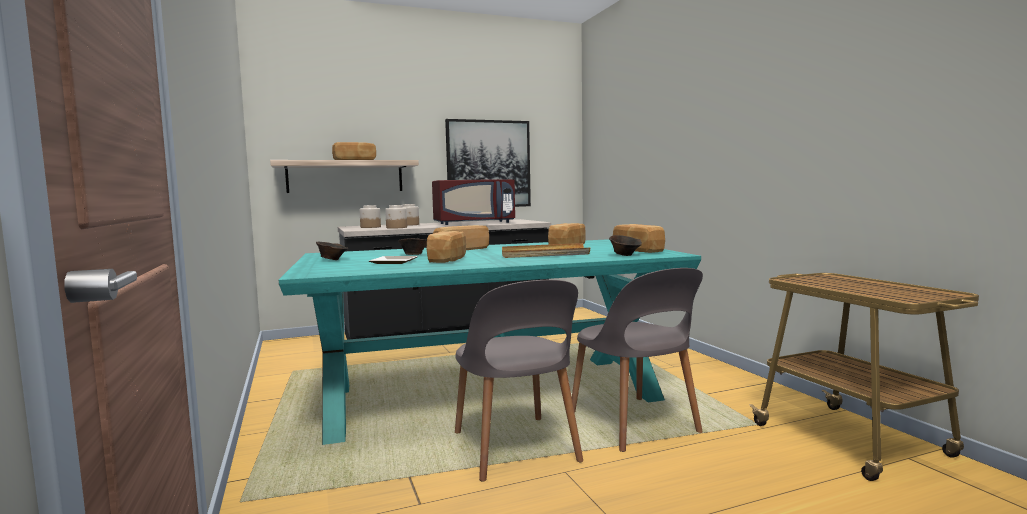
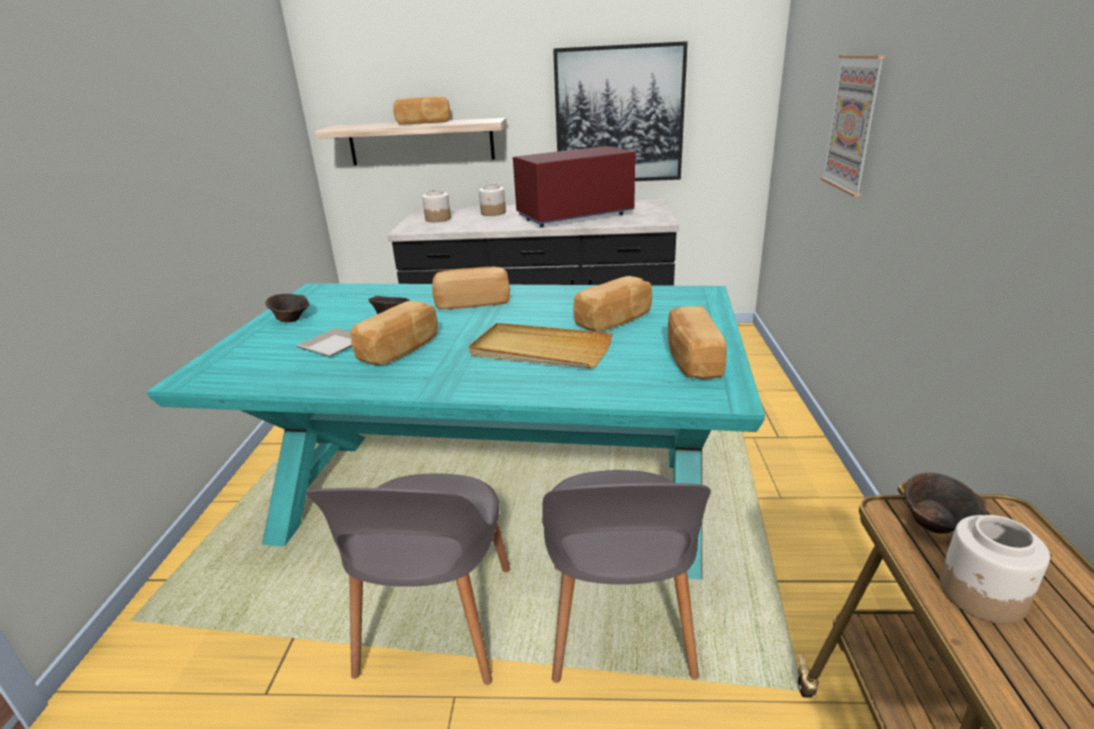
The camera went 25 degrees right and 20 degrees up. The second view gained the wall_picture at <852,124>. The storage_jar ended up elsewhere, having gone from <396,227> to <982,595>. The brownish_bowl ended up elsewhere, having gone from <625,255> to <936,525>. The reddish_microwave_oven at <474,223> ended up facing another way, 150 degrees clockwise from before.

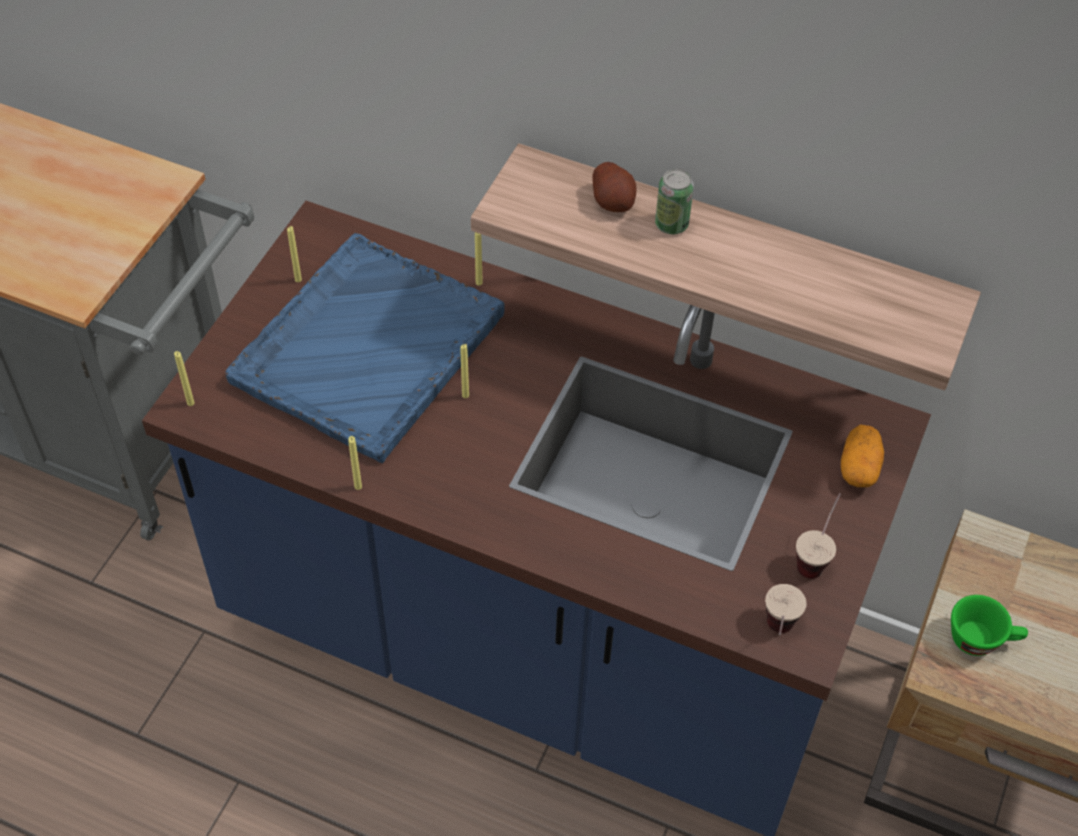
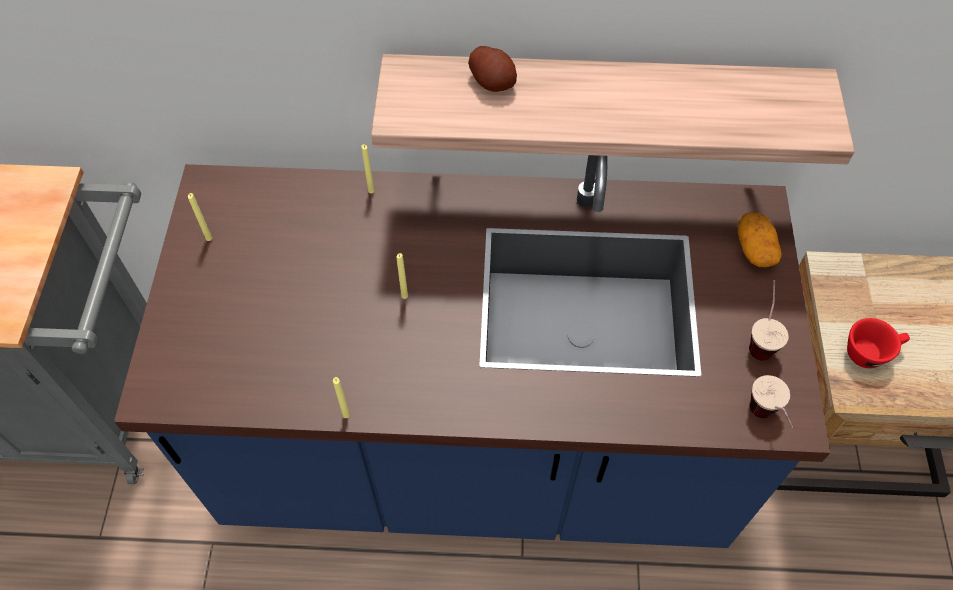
The camera went 20 degrees left and 5 degrees up. The second view lost the yellow-coloured_wax_light at <190,403>. The second view lost the blue_tray at <366,349>. The second view lost the sealed_can at <671,224>. What was the greenish_cup at <981,639> turned into the reddish_cup at <870,352>.

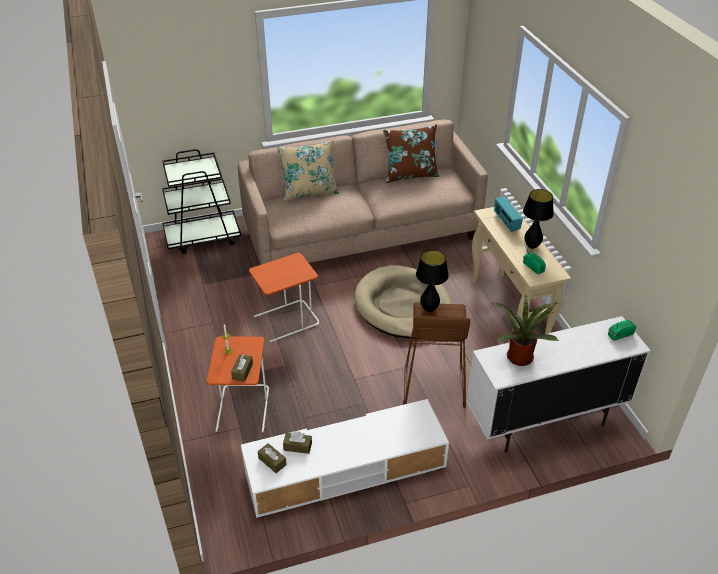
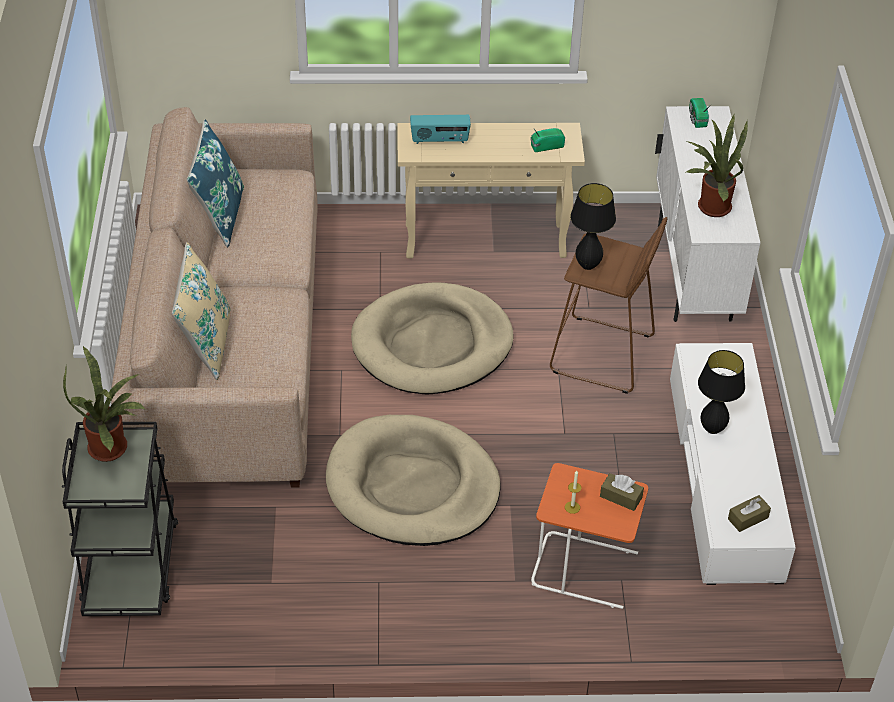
The camera went 75 degrees left and 5 degrees up. The second view lost the brownish_tissue_holder at <297,446>. The second view gained the plant_in_a_pot at <112,447>. The black-coloured_tabletop_lamp ended up elsewhere, having gone from <532,246> to <712,429>. Where the orangey_side_table stood at <286,321>, the sand-coloured_pet_bed came to stand at <412,486>. What was the brownish_cushion at <410,175> turned into the blue_cushion at <219,215>.

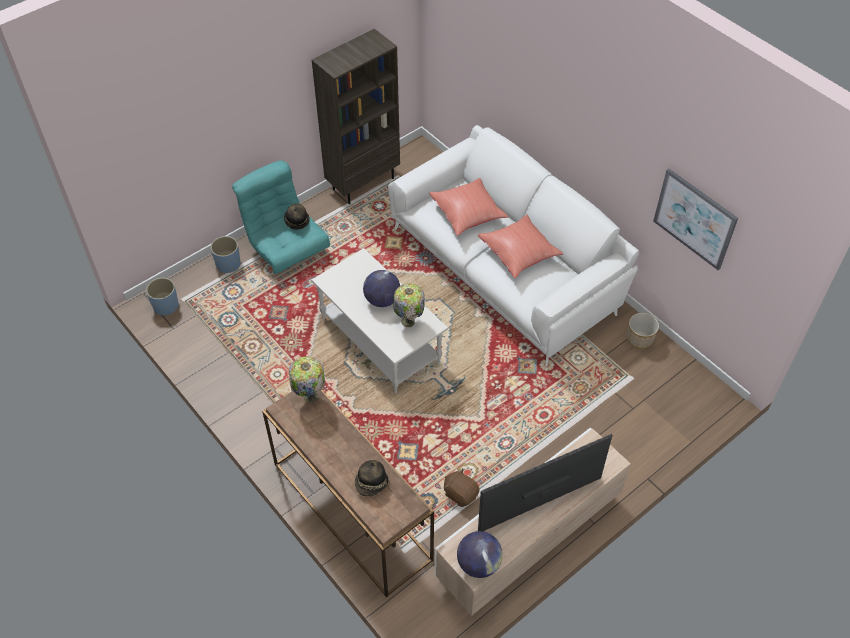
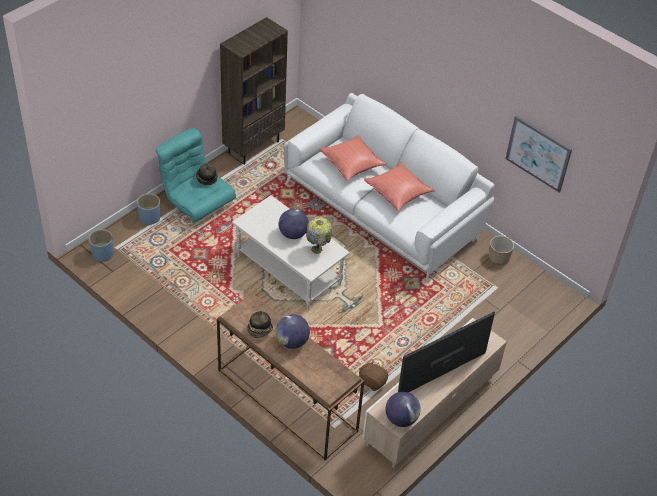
The camera went 10 degrees left and 5 degrees down. The second view lost the tabletop_lamp at <309,397>. The second view gained the world_globe at <292,342>. The hat ended up elsewhere, having gone from <372,484> to <260,330>.

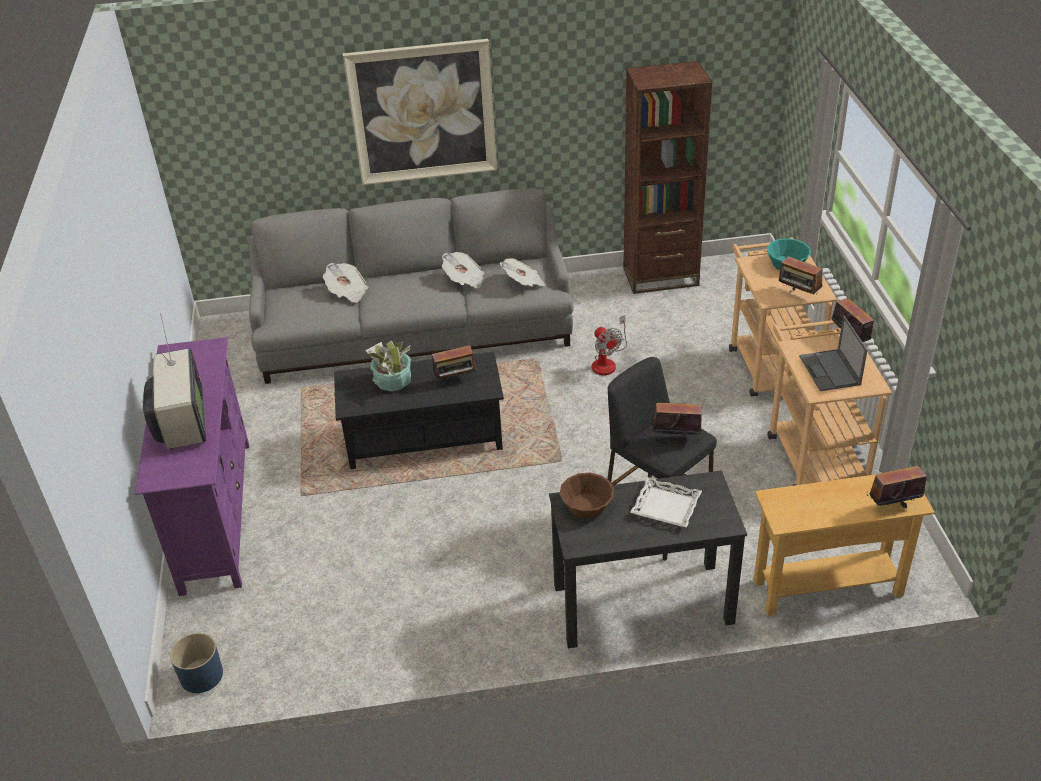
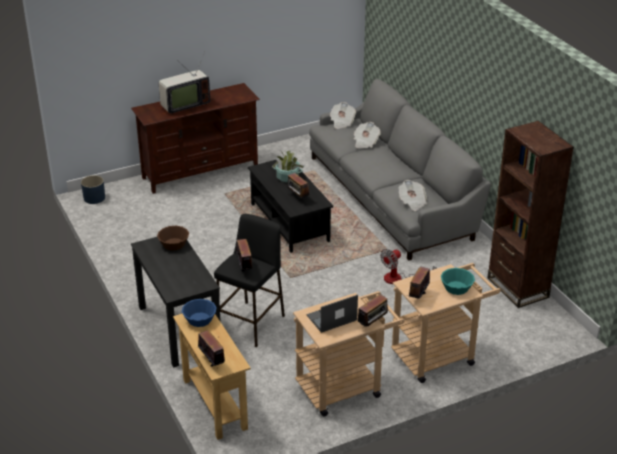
The camera went 70 degrees right and 5 degrees down. The second view lost the wall_picture at <422,112>. The second view lost the white-coloured_tray at <665,507>. The second view gained the blue_bowl at <200,319>. The daily_paper ended up elsewhere, having gone from <464,280> to <342,122>. What was the purple_tv_unit at <215,515> turned into the brownish_tv_unit at <200,172>.

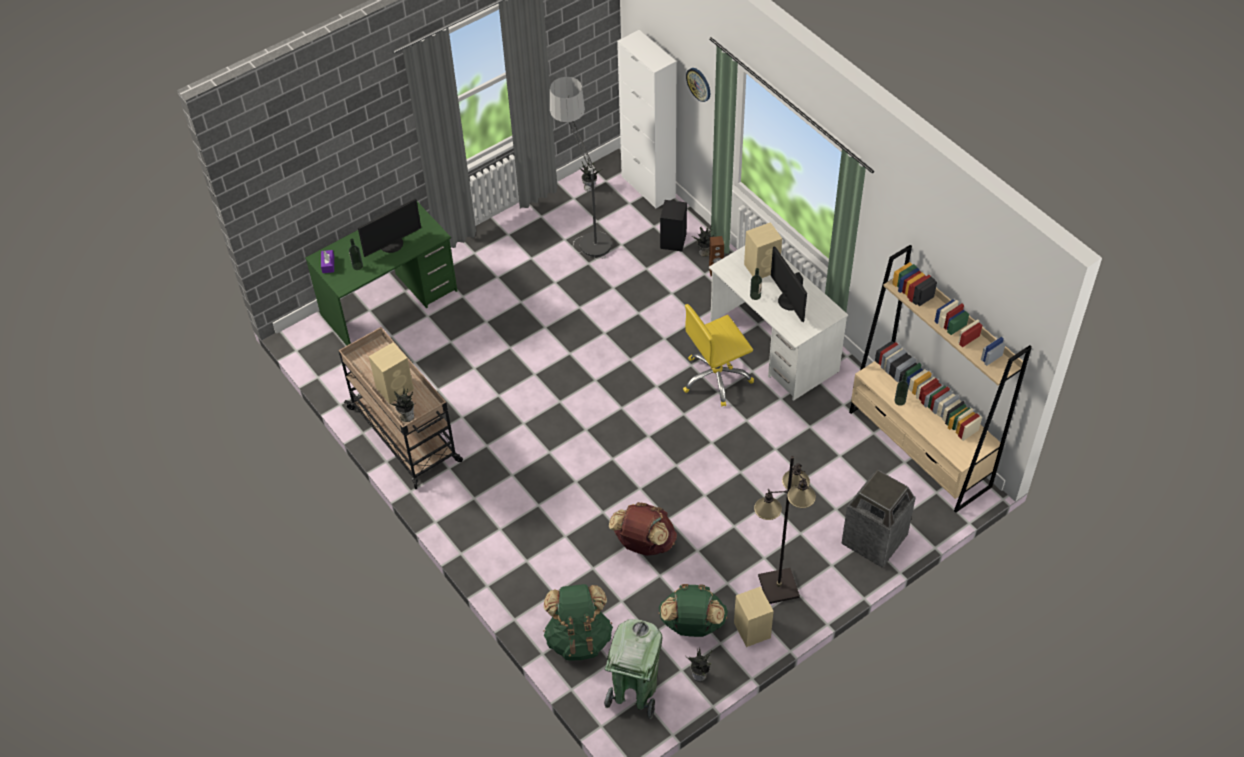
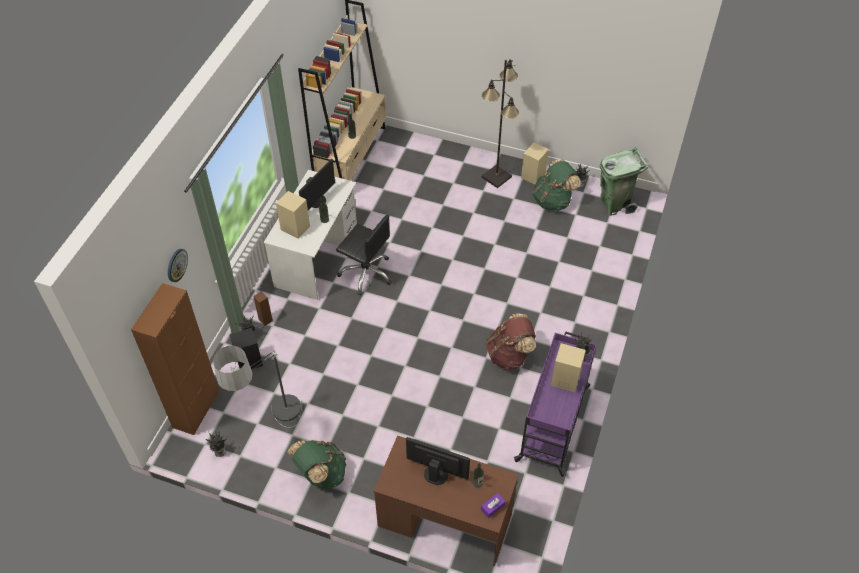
The camera went 125 degrees left and 0 degrees up. The second view lost the waste_bin at <874,540>. The greenish_rucksack ended up elsewhere, having gone from <579,638> to <321,474>. The brownish_rucksack ended up elsewhere, having gone from <643,544> to <509,355>. What was the greenish_desk at <389,303> turned into the brownish_desk at <444,520>. What was the sand-coloured_wheeled_cart at <405,435> turned into the purple_wheeled_cart at <553,422>. What was the white-coloured_cabinet at <648,187> turned into the brownish_cabinet at <196,409>. What was the yellow-coloured_desk_chair at <716,378> turned into the black-coloured_desk_chair at <366,273>.

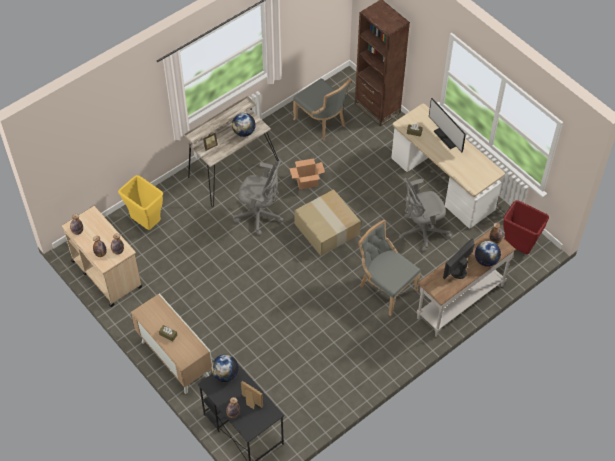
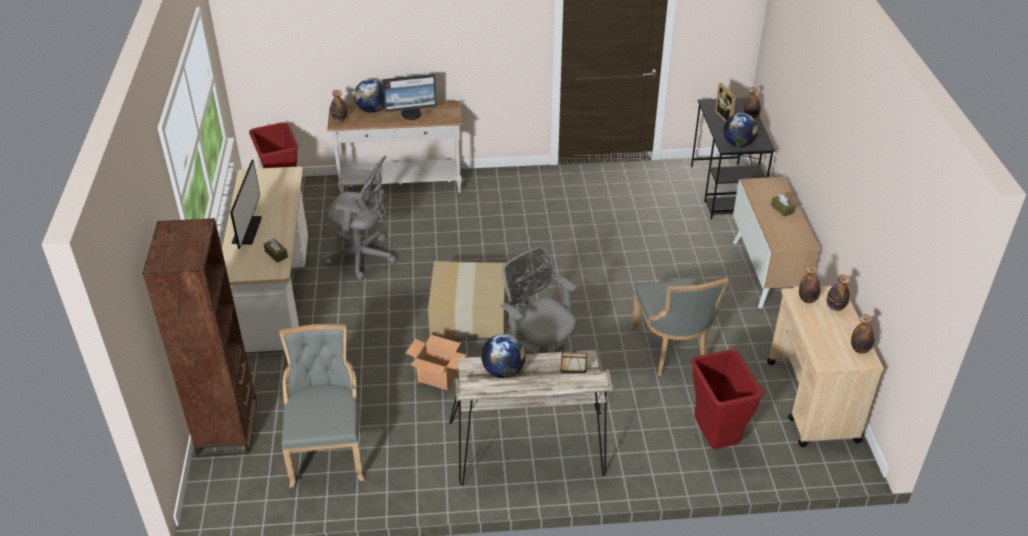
The camera went 145 degrees left and 15 degrees down. The greyish_chair ended up elsewhere, having gone from <385,288> to <672,350>. What was the yellow-coloured_waste_bin at <145,223> turned into the reddish_waste_bin at <716,440>.

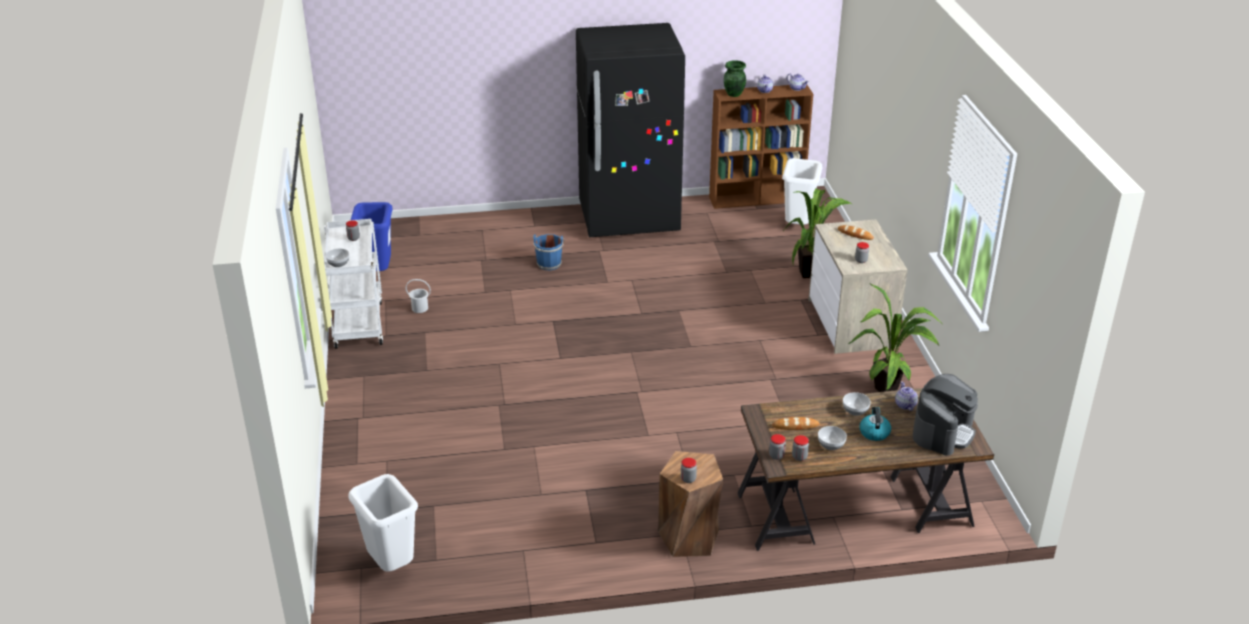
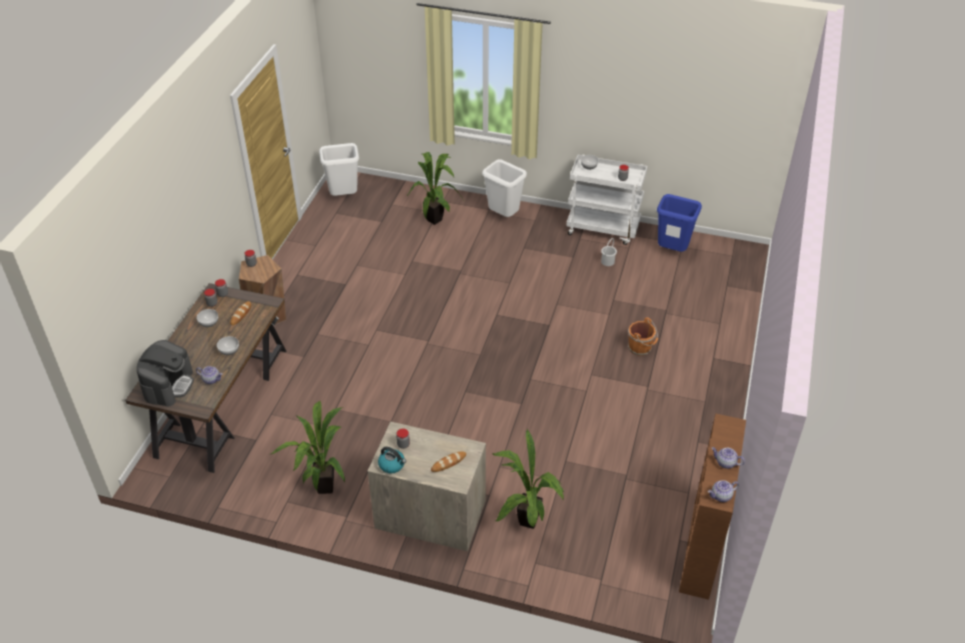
The camera went 115 degrees right and 10 degrees up. The second view lost the black-coloured_fridge at <629,219>. The second view lost the greenish_vase at <734,94>. The second view gained the plant_in_a_pot at <436,219>. The white-coloured_waste_bin ended up elsewhere, having gone from <797,226> to <504,217>. The kettle ended up elsewhere, having gone from <874,432> to <392,465>. What was the blue_bucket at <549,263> turned into the orangey_bucket at <640,348>. The coffee_maker at <943,431> ended up facing another way, 135 degrees counterclockwise from before.

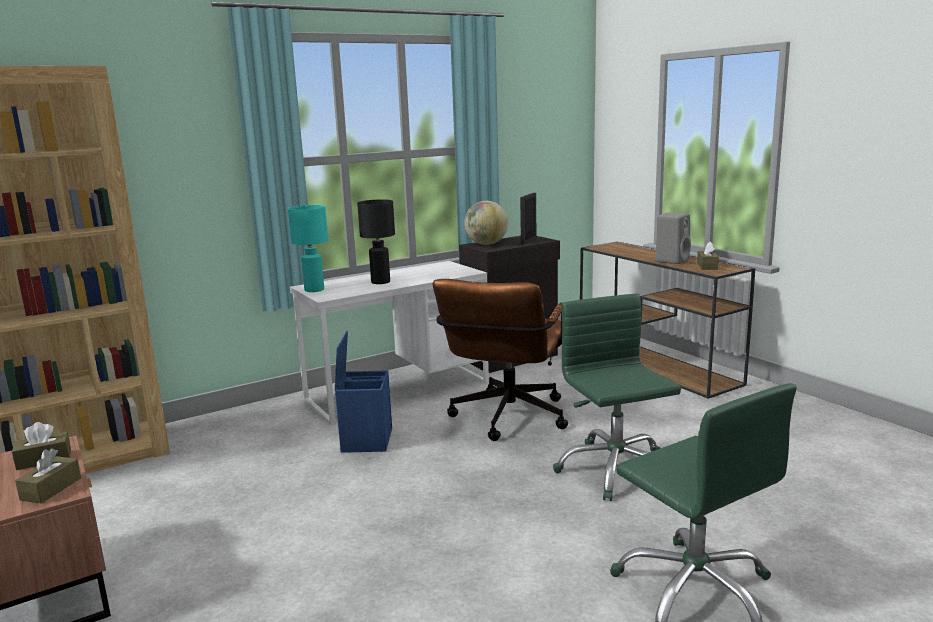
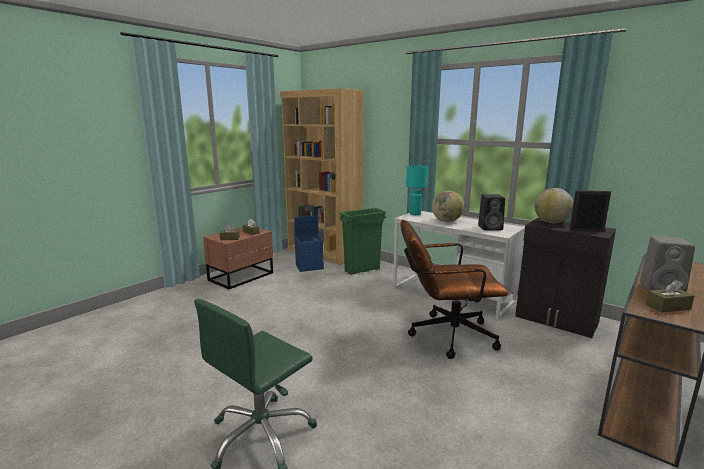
The camera went 70 degrees right and 0 degrees up. The second view lost the greenish_desk_chair at <615,470>. The second view gained the greenish_waste_bin at <362,270>. The second view gained the black-coloured_loudspeaker at <491,228>. The blue_storage_bin ended up elsewhere, having gone from <366,439> to <310,266>. Where the black-coloured_tabletop_lamp stood at <380,282>, the world_globe came to stand at <446,221>.

